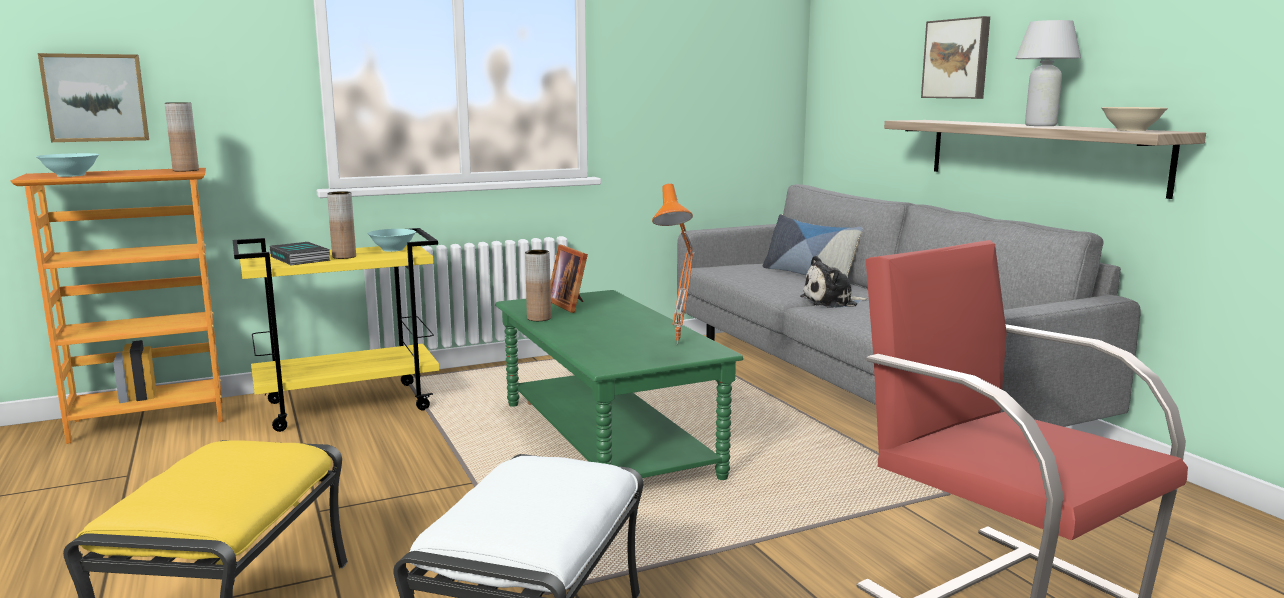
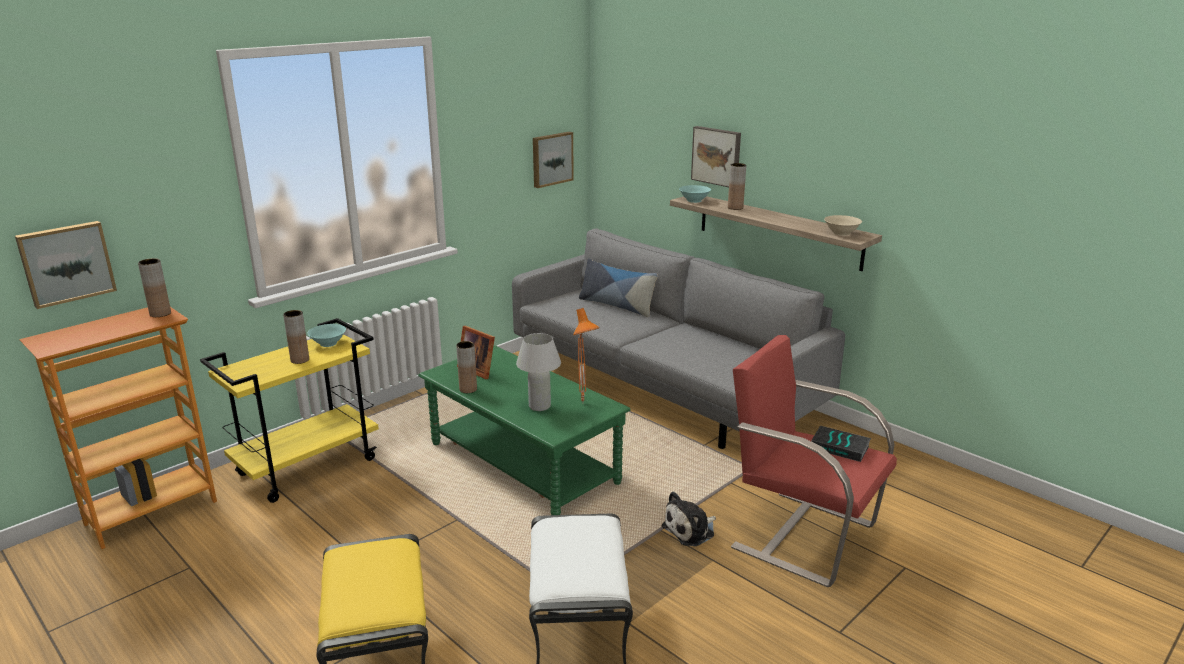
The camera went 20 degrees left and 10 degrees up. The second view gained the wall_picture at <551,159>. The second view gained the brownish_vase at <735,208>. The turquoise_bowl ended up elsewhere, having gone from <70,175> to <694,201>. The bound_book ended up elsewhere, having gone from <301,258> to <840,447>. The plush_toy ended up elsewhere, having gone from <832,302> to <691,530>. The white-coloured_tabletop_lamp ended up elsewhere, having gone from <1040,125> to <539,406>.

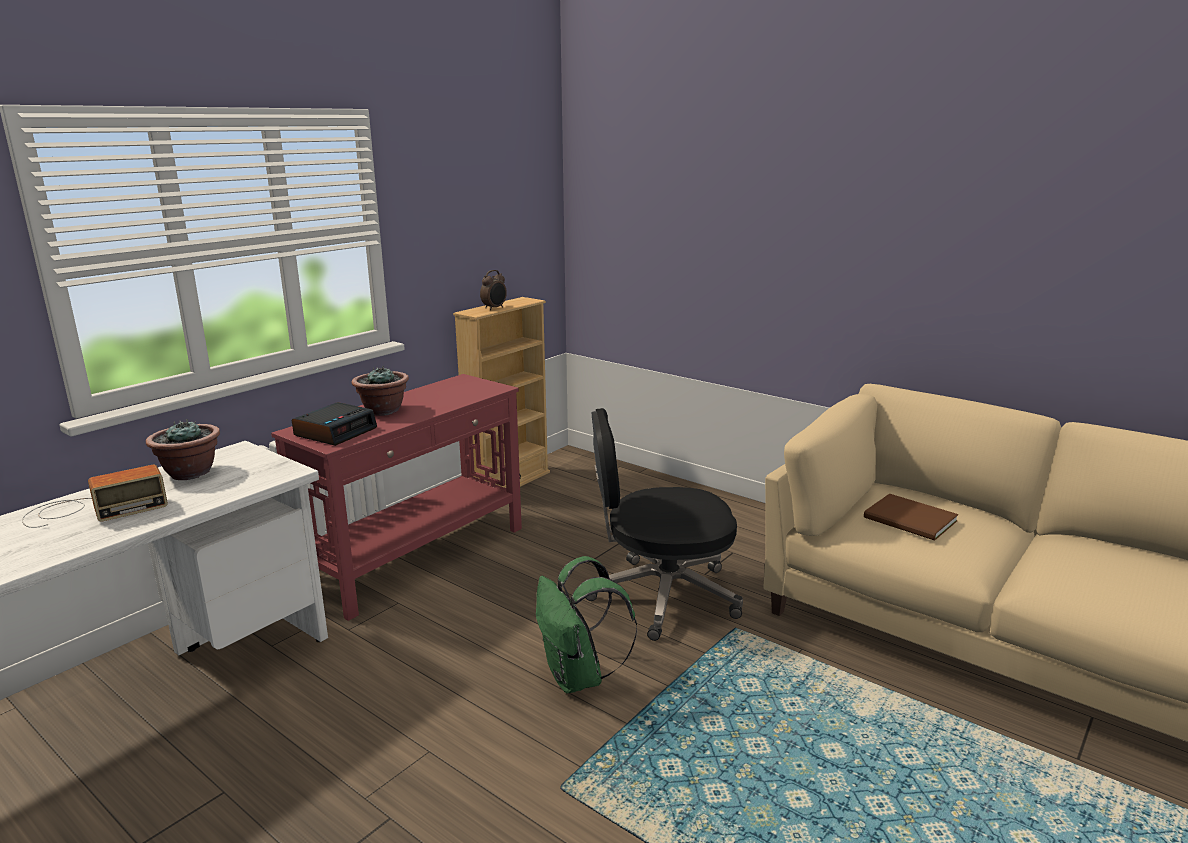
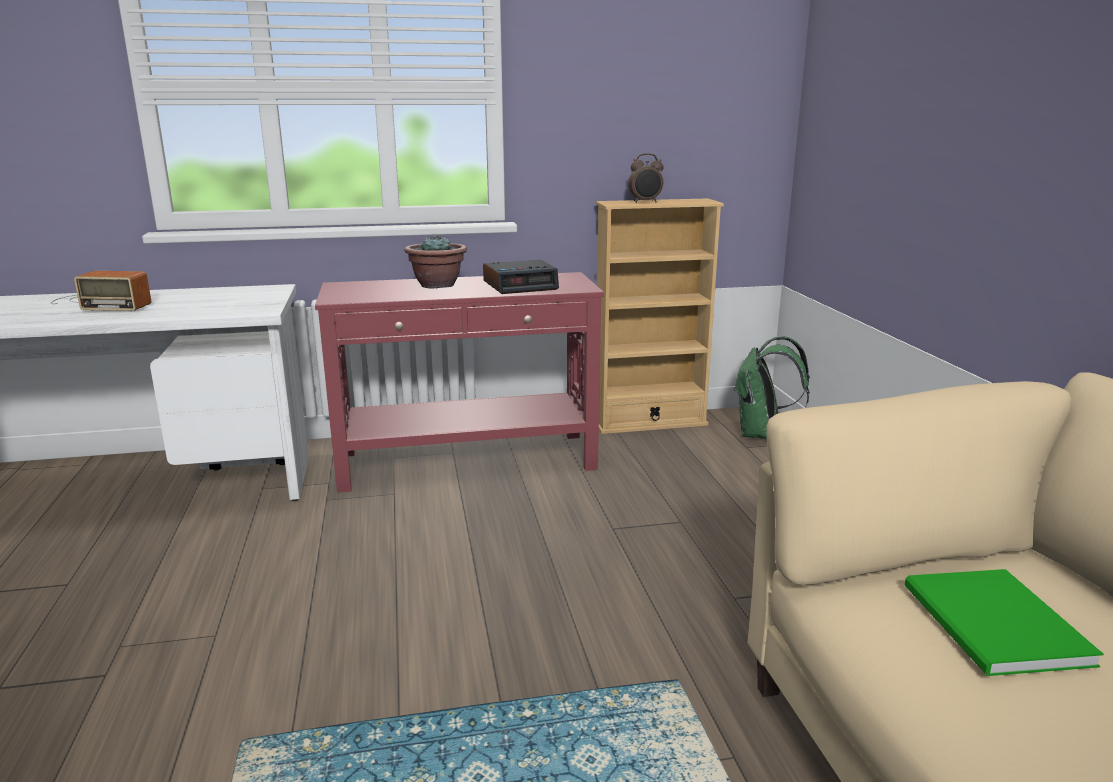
The camera went 40 degrees right and 0 degrees up. The second view lost the plant_in_a_pot at <190,473>. The second view lost the black-coloured_desk_chair at <661,596>. The table_clock ended up elsewhere, having gone from <335,431> to <521,285>. The greenish_rucksack ended up elsewhere, having gone from <578,677> to <761,434>. What was the brownish_bound_book at <911,520> turned into the greenish_bound_book at <993,627>.

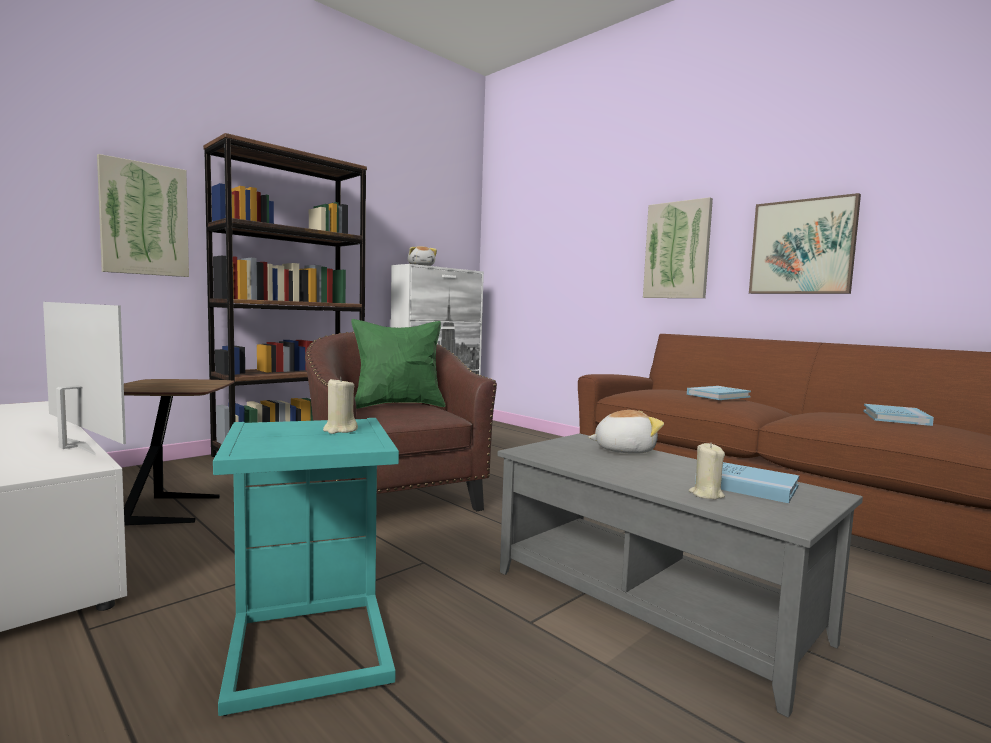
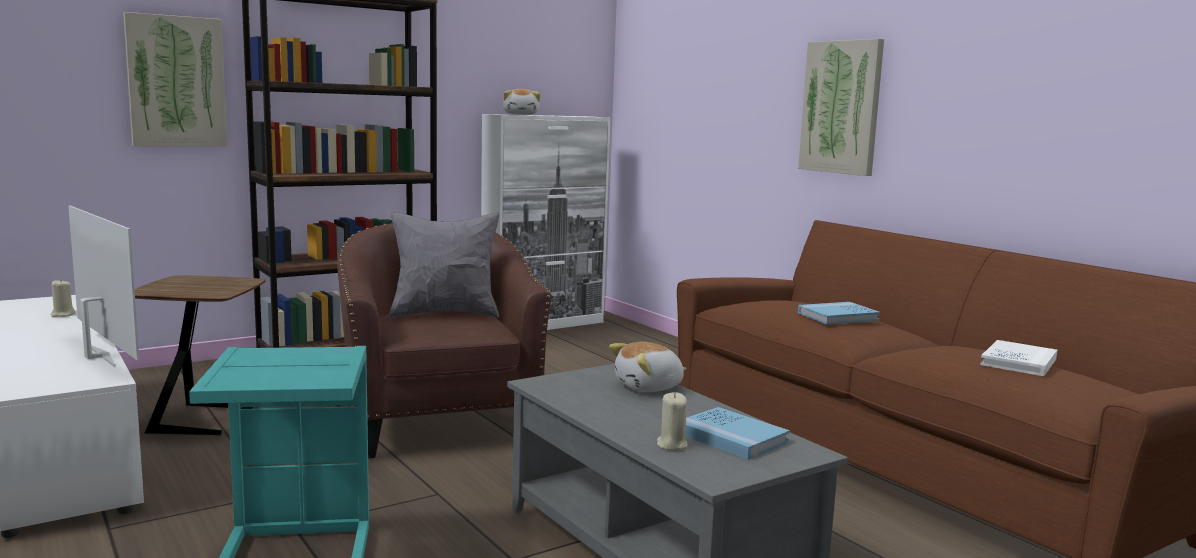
The camera went 10 degrees right and 5 degrees up. The second view lost the wall_picture at <802,247>. The sand-coloured_wax_light ended up elsewhere, having gone from <340,430> to <63,314>. What was the greenish_cushion at <398,405> turned into the greyish_cushion at <445,314>. What was the blue_bound_book at <895,418> turned into the white-coloured_bound_book at <1018,362>. The plush_toy at <623,450> ended up facing another way, 150 degrees clockwise from before.

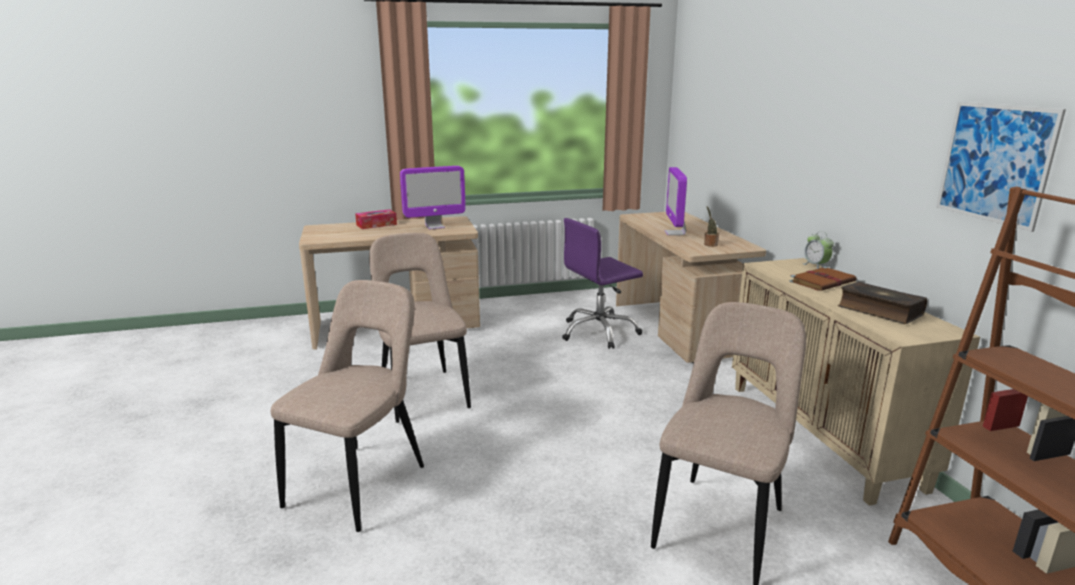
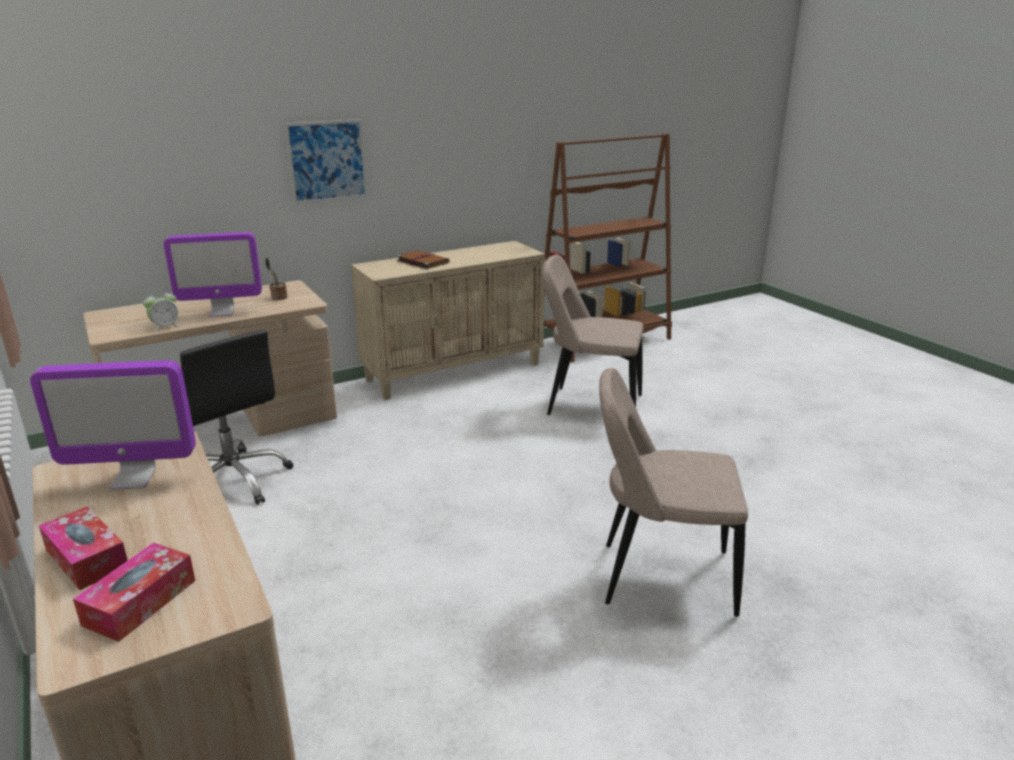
The camera went 105 degrees left and 5 degrees up. The second view lost the sand-coloured_chair at <422,393>. The second view lost the bound_book at <879,311>. The second view gained the tissue_holder at <140,602>. The table_clock ended up elsewhere, having gone from <816,266> to <165,327>. The wall_picture ended up elsewhere, having gone from <995,163> to <327,161>. What was the purple_desk_chair at <599,332> turned into the black-coloured_desk_chair at <234,480>. The computer_screen at <435,227> ended up facing another way, 120 degrees clockwise from before.

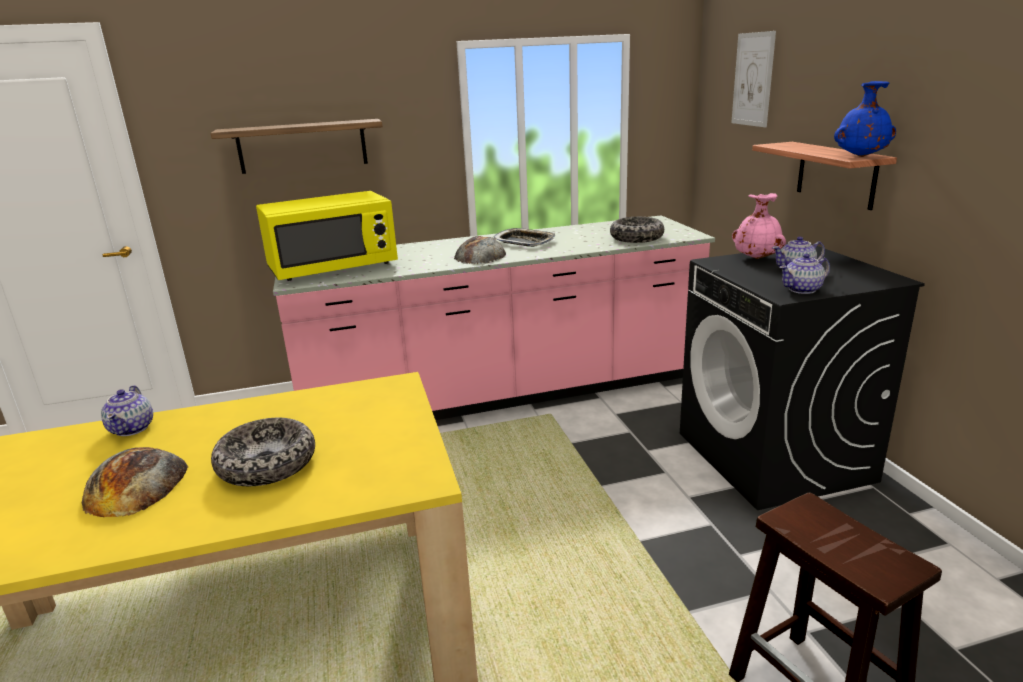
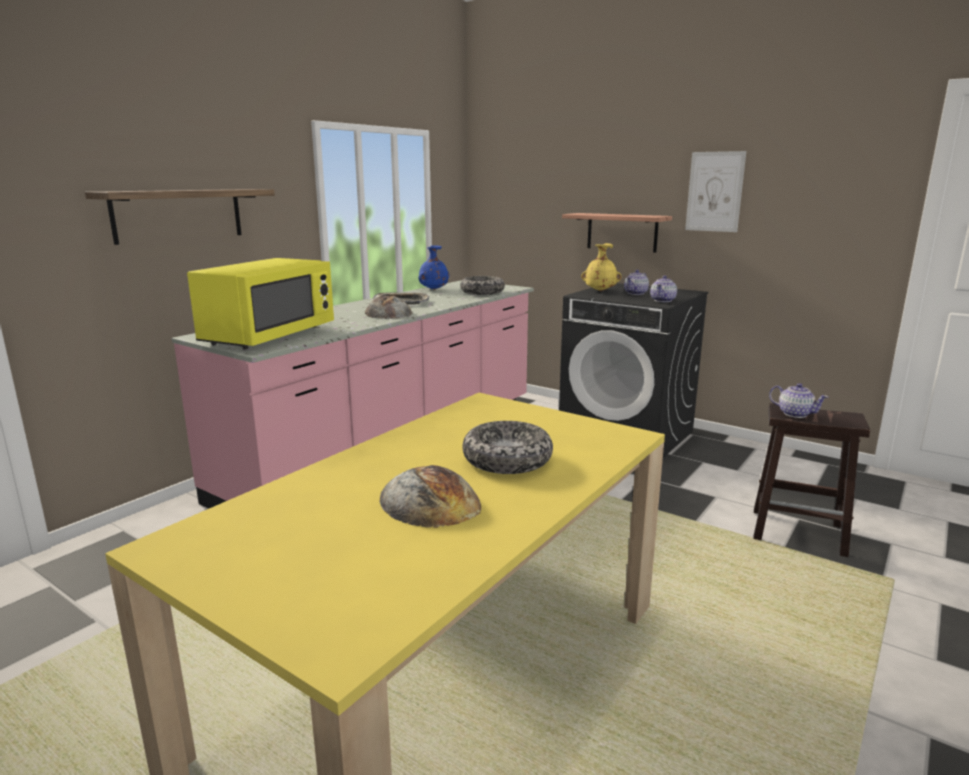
The camera went 40 degrees left and 5 degrees down. The tea_pot ended up elsewhere, having gone from <132,428> to <795,414>. The wall_picture ended up elsewhere, having gone from <753,79> to <714,192>. The blue_vase ended up elsewhere, having gone from <860,156> to <433,289>. What was the pink_vase at <757,258> turned into the yellow-coloured_vase at <600,291>.

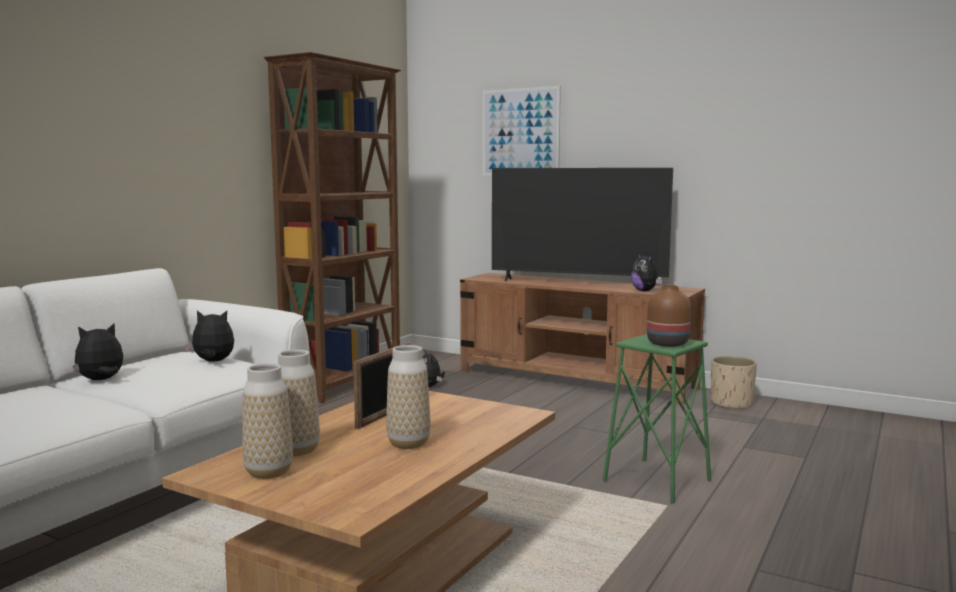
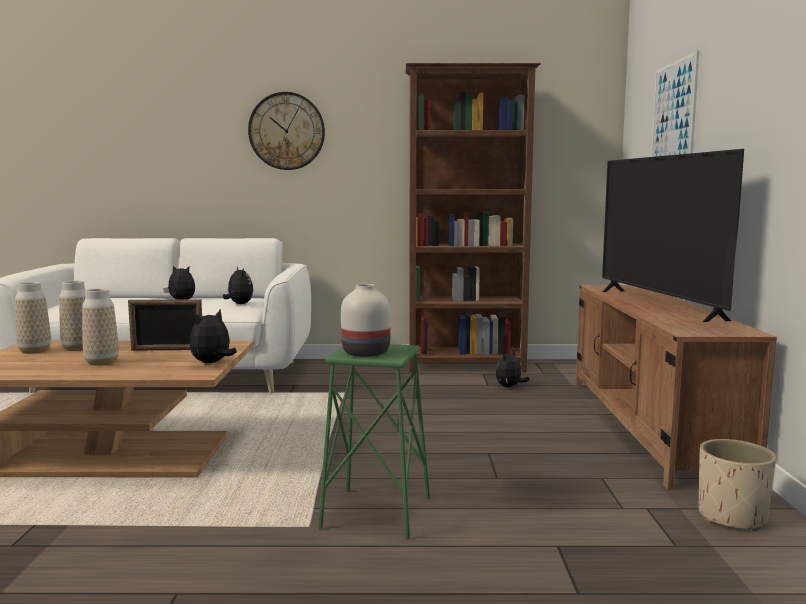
The camera went 60 degrees right and 0 degrees up. The second view gained the clock_on_the_wall at <286,131>. The plush_toy ended up elsewhere, having gone from <645,291> to <212,363>. What was the brownish_vase at <666,343> turned into the white-coloured_vase at <365,352>.

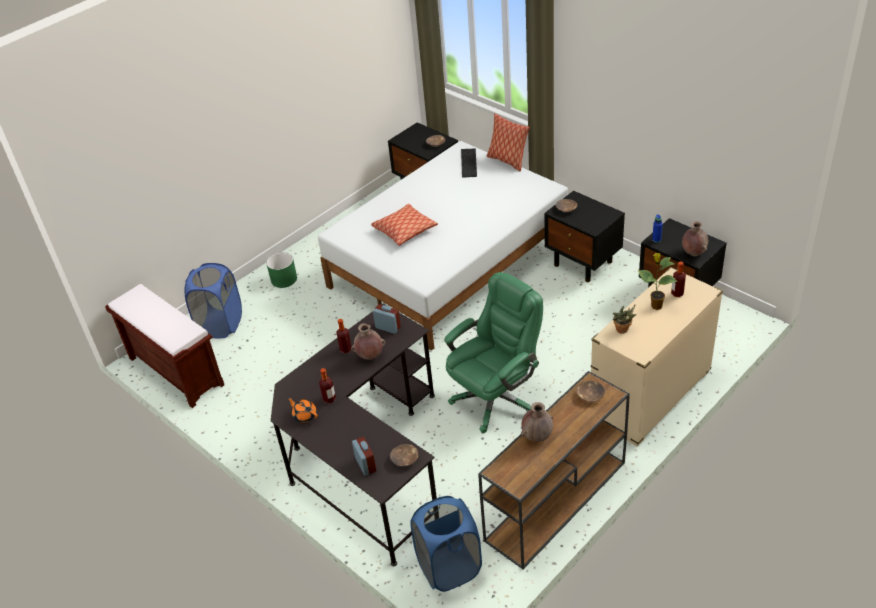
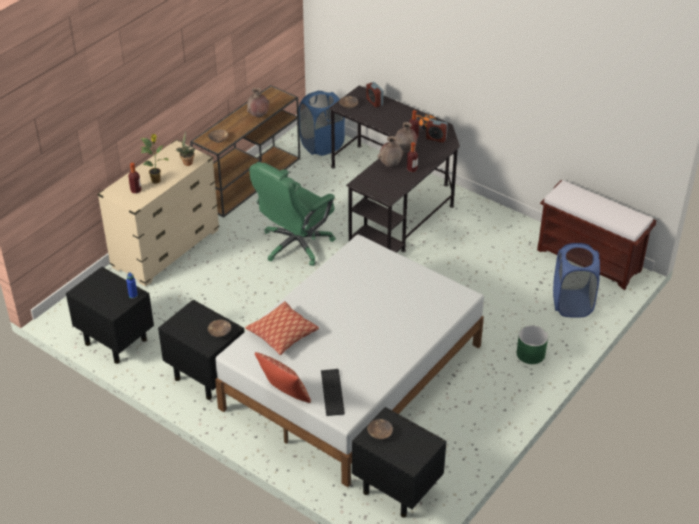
The camera went 170 degrees right and 0 degrees up. The cushion ended up elsewhere, having gone from <405,230> to <282,334>. The table_clock ended up elsewhere, having gone from <388,327> to <436,138>. The brownish_vase ended up elsewhere, having gone from <693,253> to <405,150>.

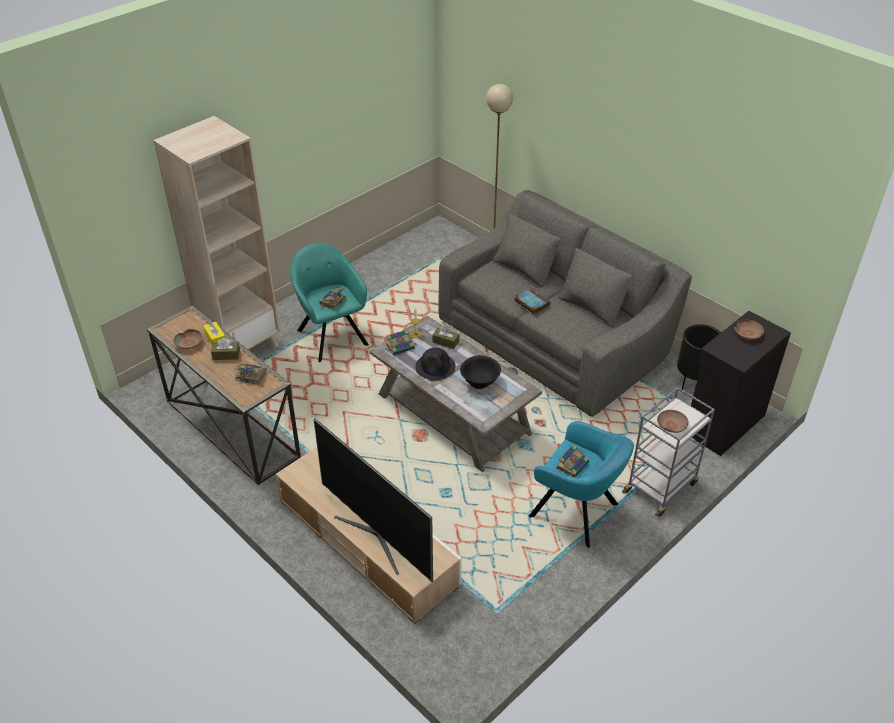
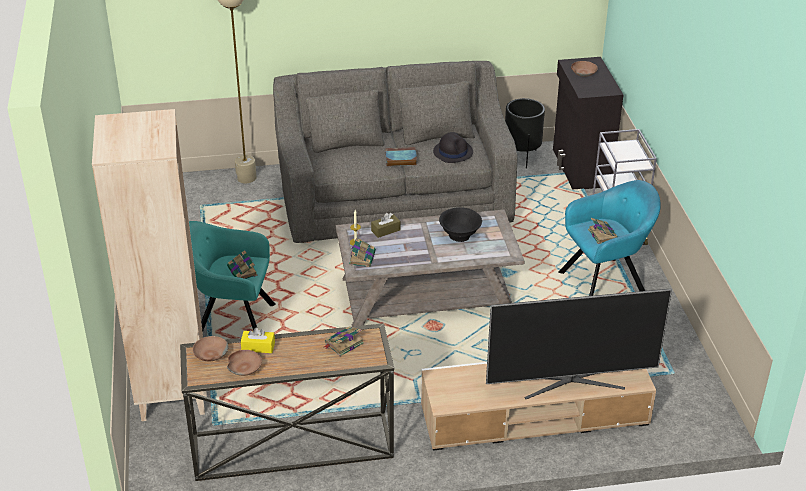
The camera went 55 degrees left and 5 degrees down. The second view lost the brownish_tissue_holder at <226,355>. The black-coloured_hat ended up elsewhere, having gone from <435,367> to <453,152>. The brownish_bowl ended up elsewhere, having gone from <671,425> to <210,354>.

